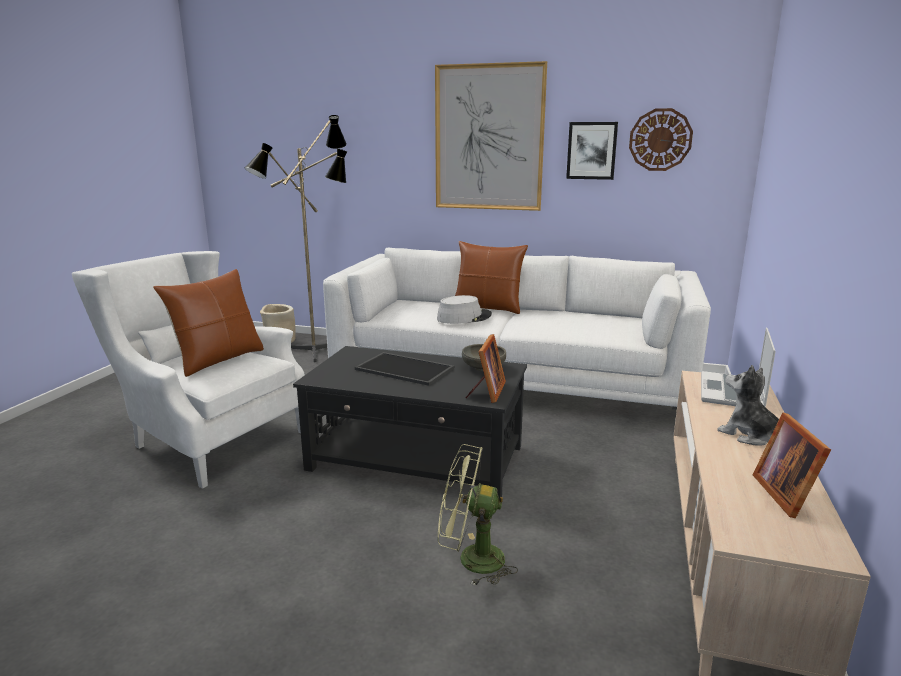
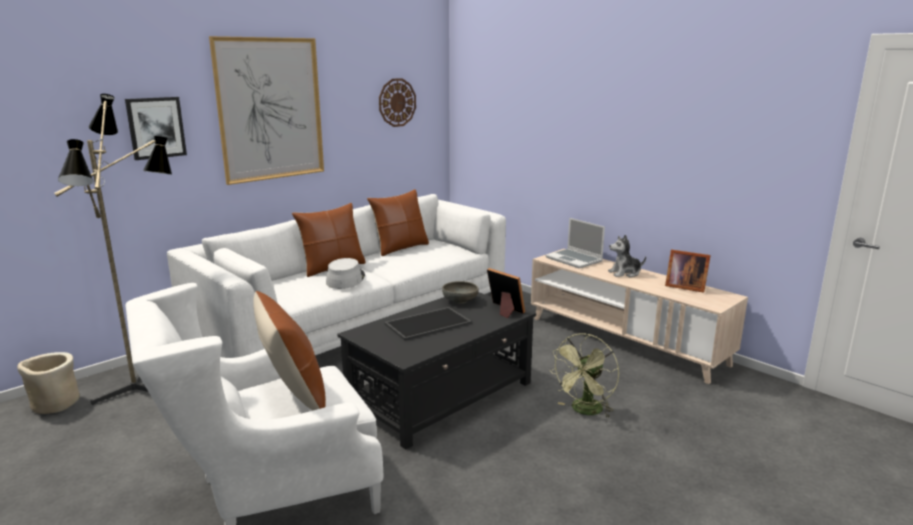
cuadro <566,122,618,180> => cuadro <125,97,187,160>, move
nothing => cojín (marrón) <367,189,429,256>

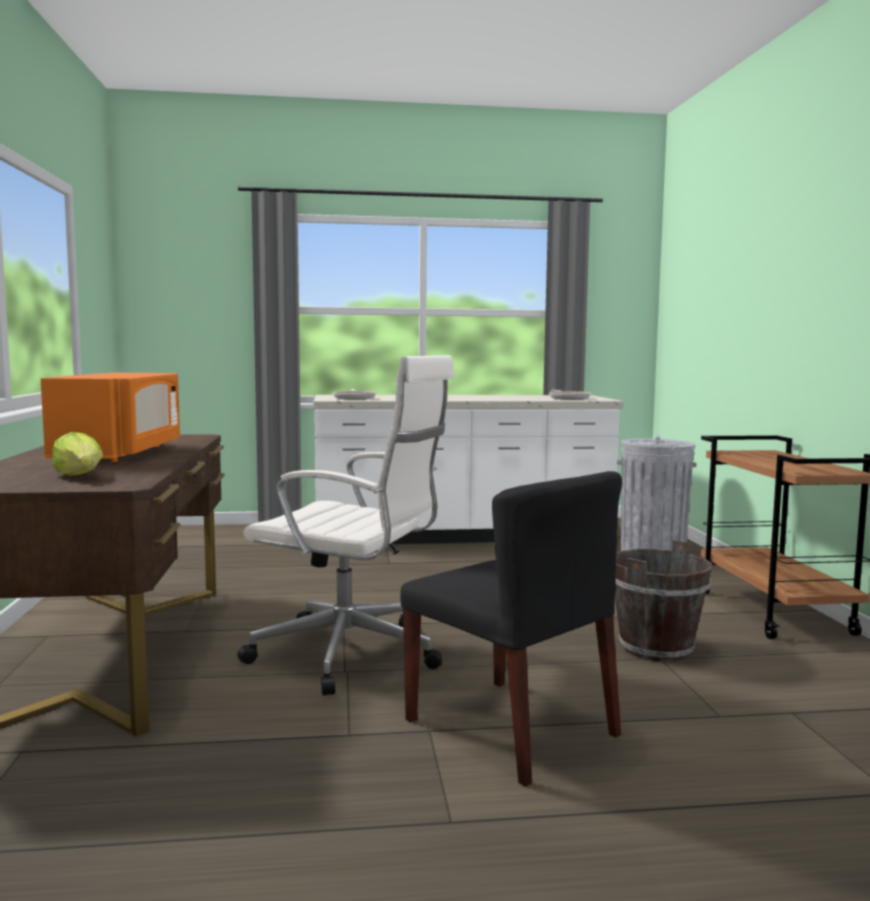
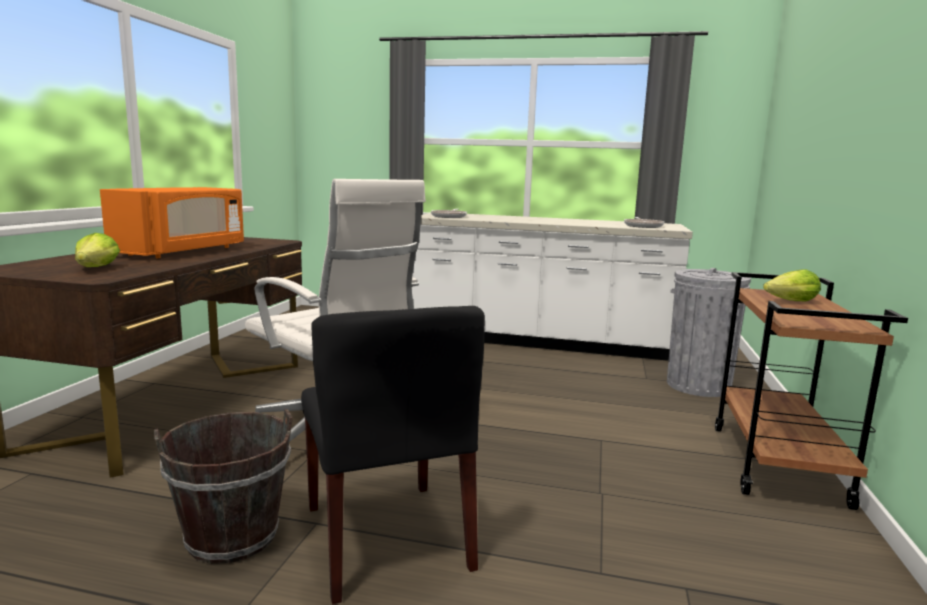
cubo (marrón) <615,540,712,662> => cubo (marrón) <154,409,293,564>, move
nothing => lechuga <763,269,821,302>

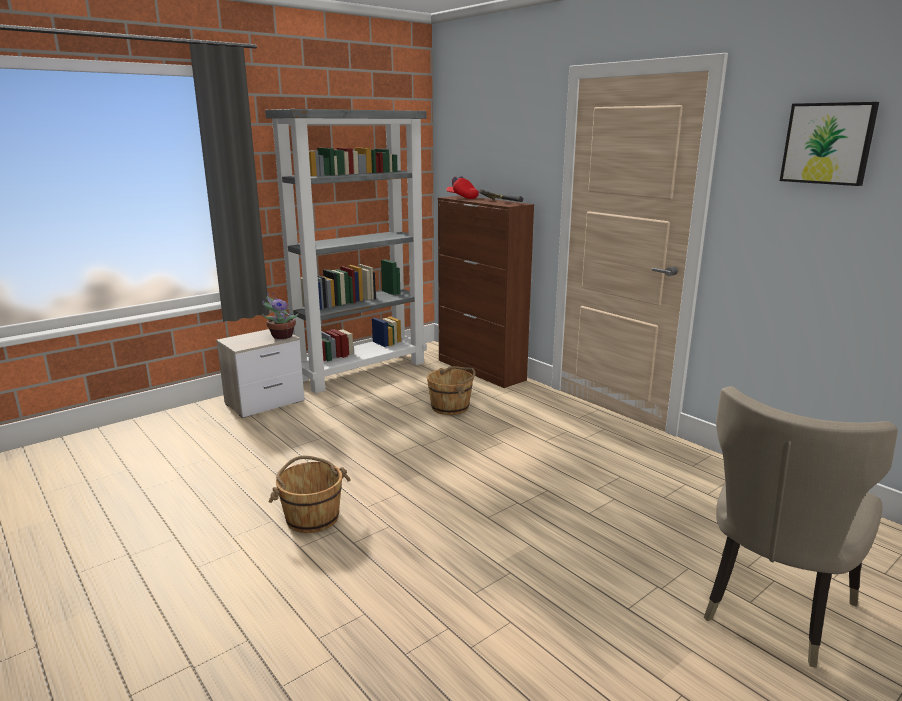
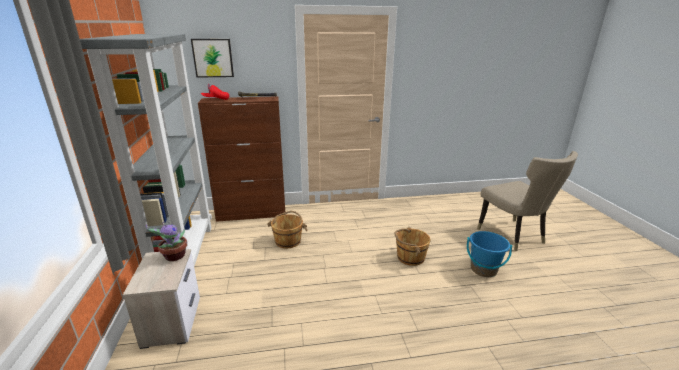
cuadro <780,102,879,186> => cuadro <191,39,234,78>, move
cubo (marrón) <269,456,351,533> => cubo (marrón) <394,227,431,266>, move
nothing => cubo (azul) <467,231,512,277>

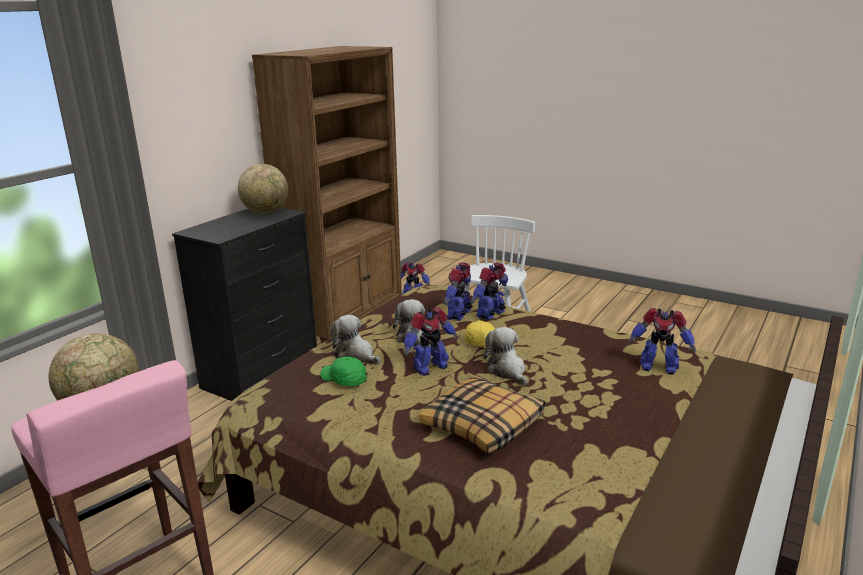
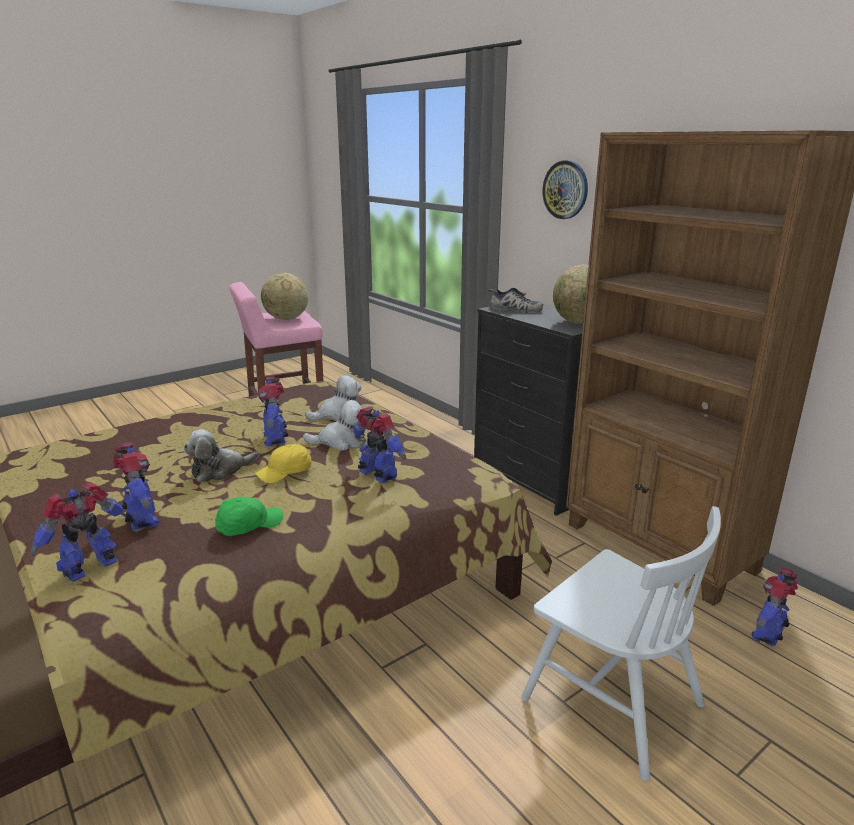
robot de juguete <471,263,508,320> => robot de juguete <113,442,159,530>, move
peluche <484,327,527,385> => peluche <184,429,259,483>, 150 degrees clockwise
gorra (verde) <321,356,367,386> => gorra (verde) <215,496,283,536>, move
nothing => zapato <488,288,543,313>
nothing => reloj de pared <542,160,588,219>
cojín <419,376,545,454> => nothing

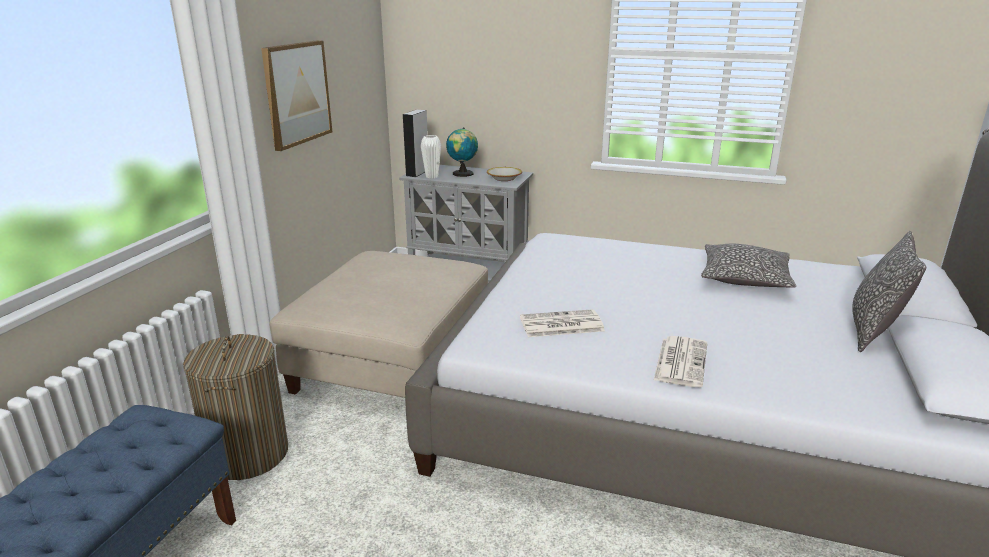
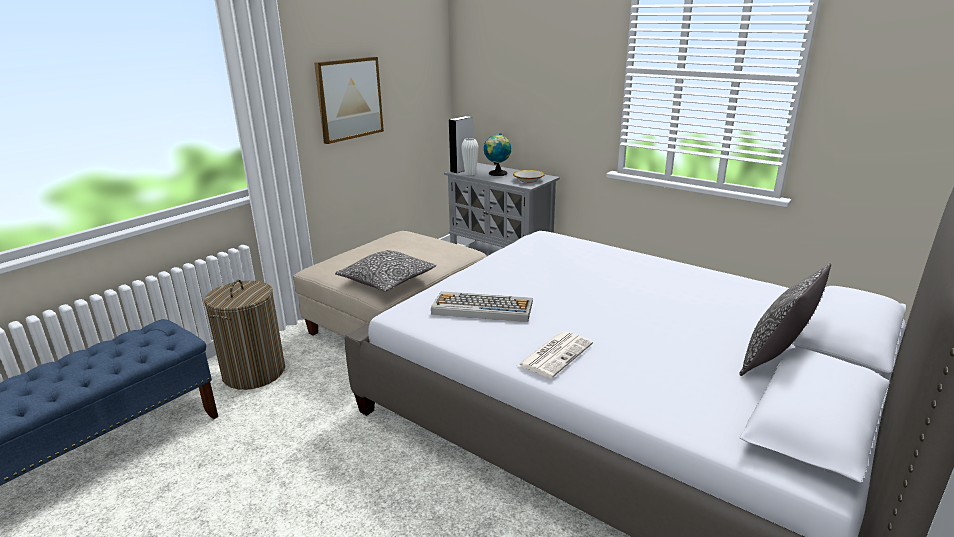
cojín <701,244,796,288> => cojín <335,250,437,291>, move
periódico <520,309,605,337> => teclado <431,291,533,322>

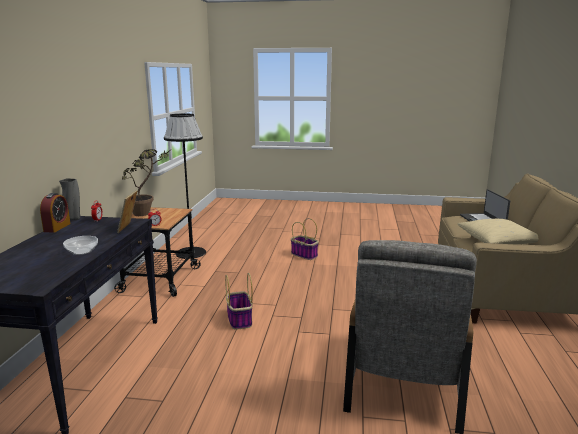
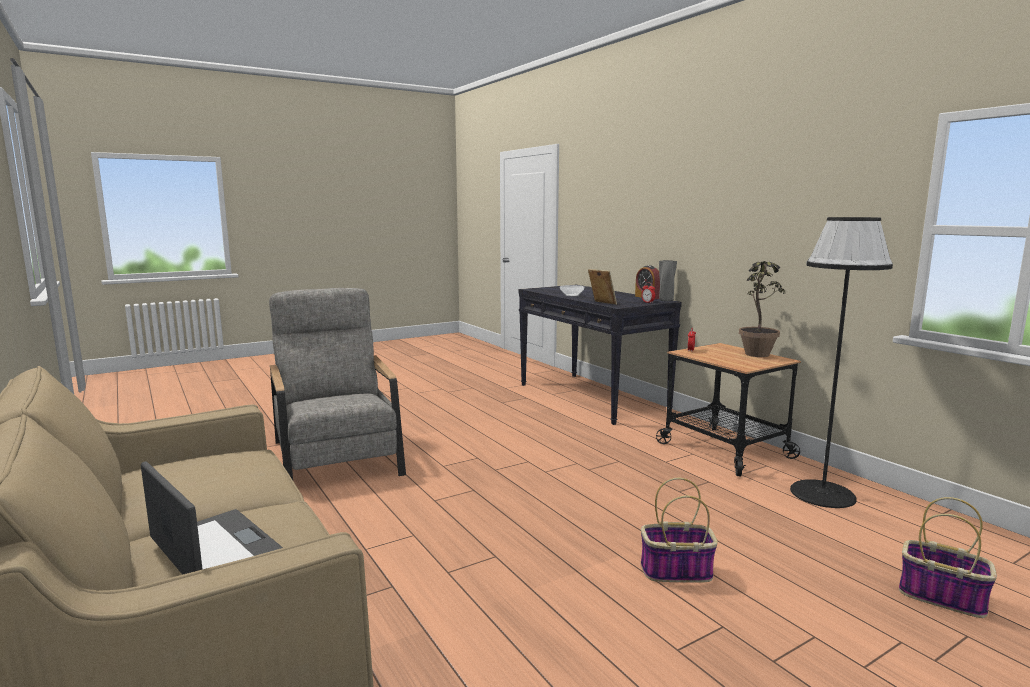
cesta <225,273,253,330> => cesta <899,497,997,618>, move
cojín (beis) <457,219,538,245> => nothing

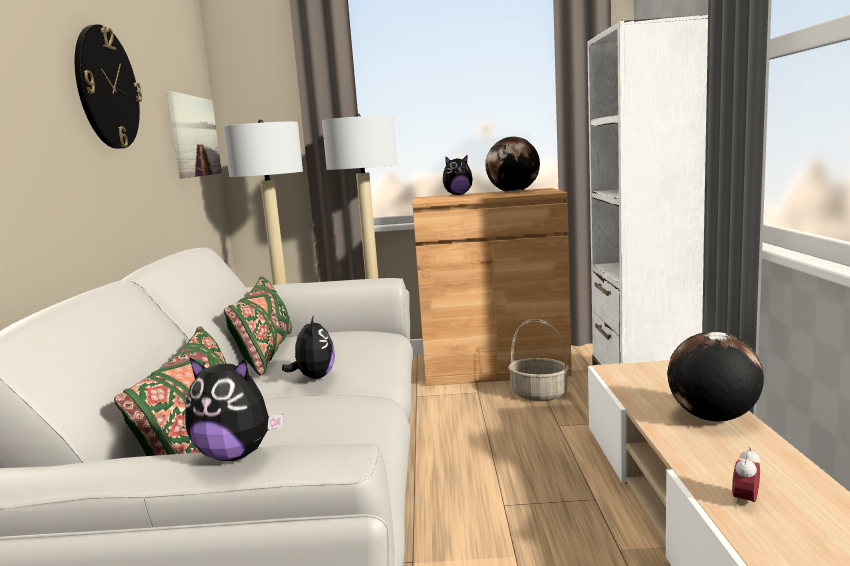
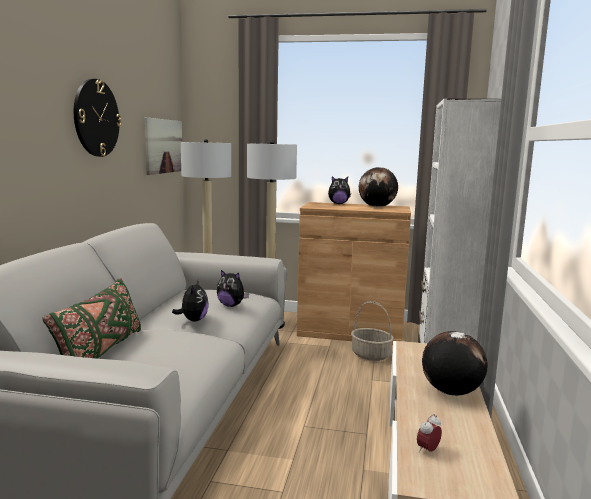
peluche <185,357,283,461> => peluche <217,270,249,307>, move
cojín (verde) <224,276,292,376> => nothing

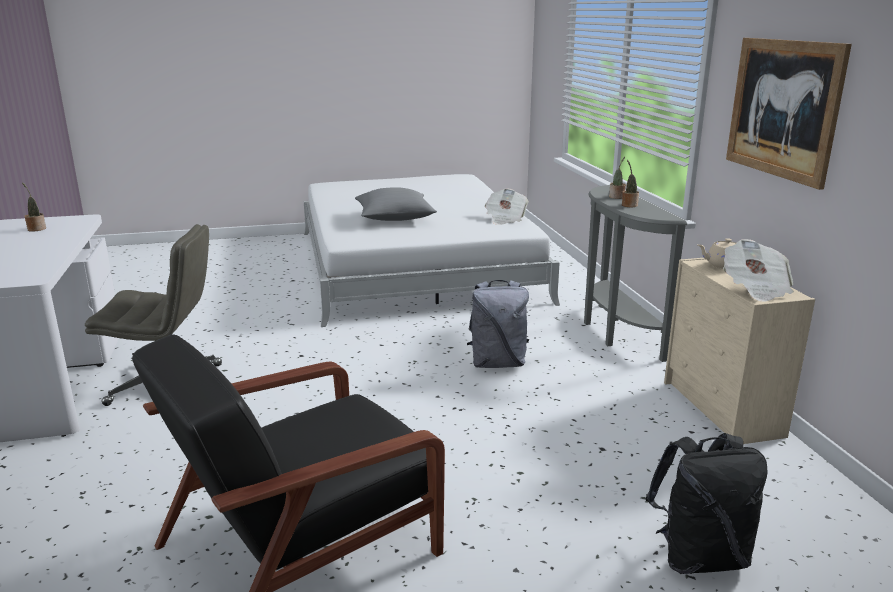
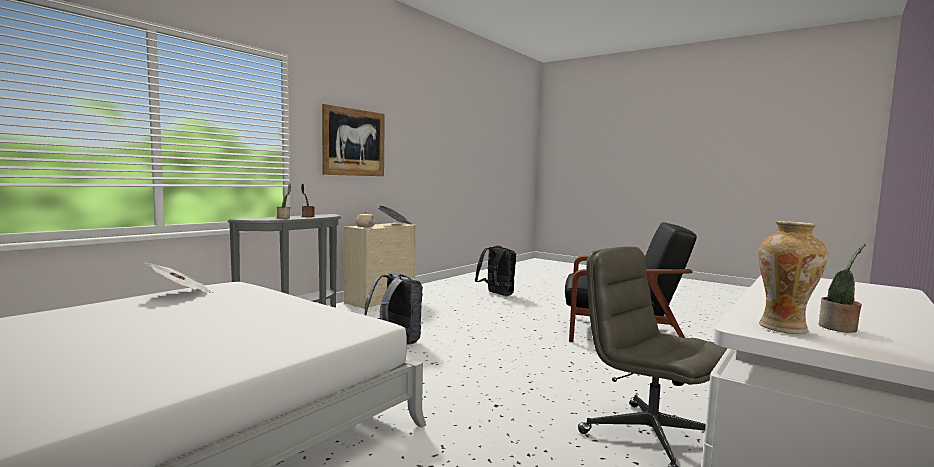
nothing => florero <758,221,828,334>
cojín (gris) <355,187,437,221> => nothing

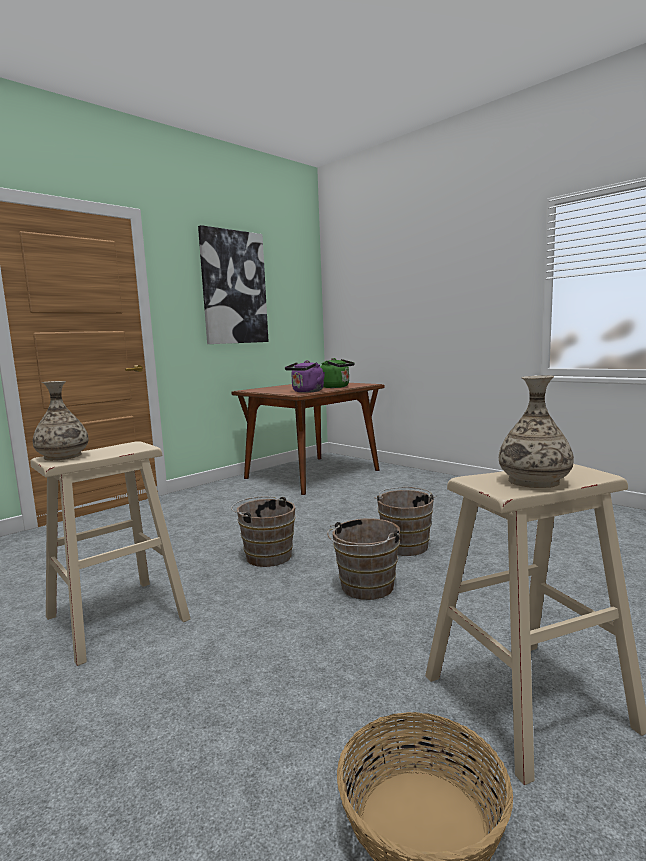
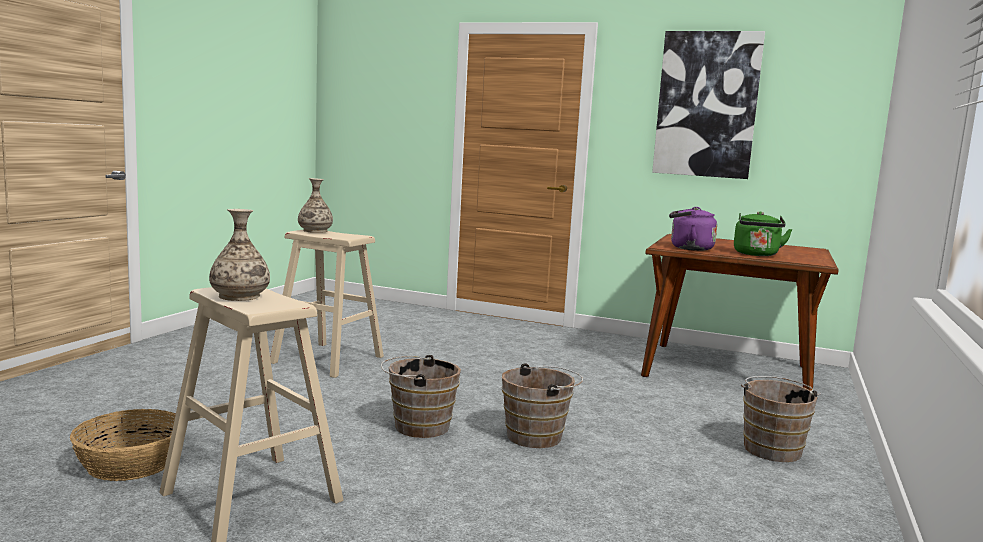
cubo (marrón) <231,496,295,567> => cubo (marrón) <741,376,821,462>, move

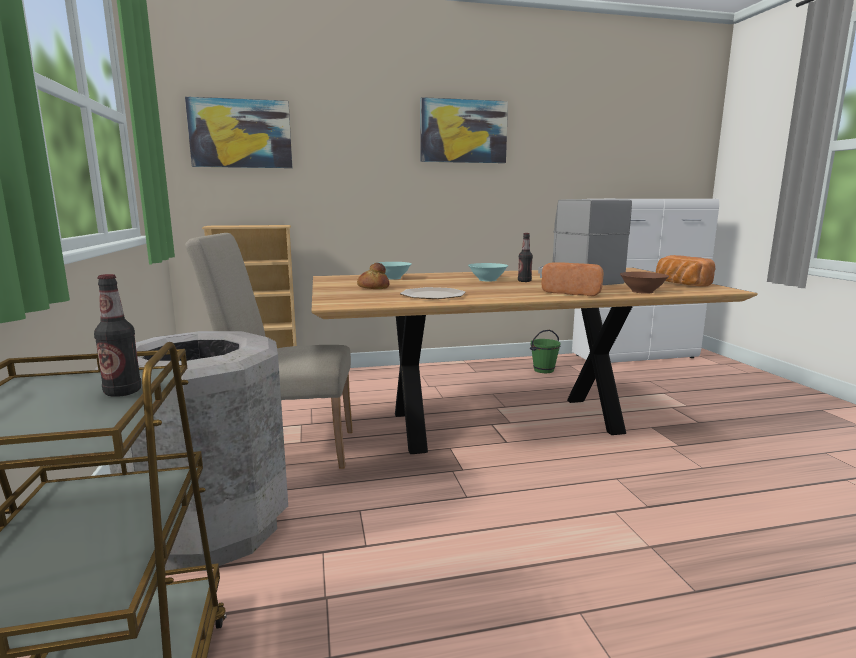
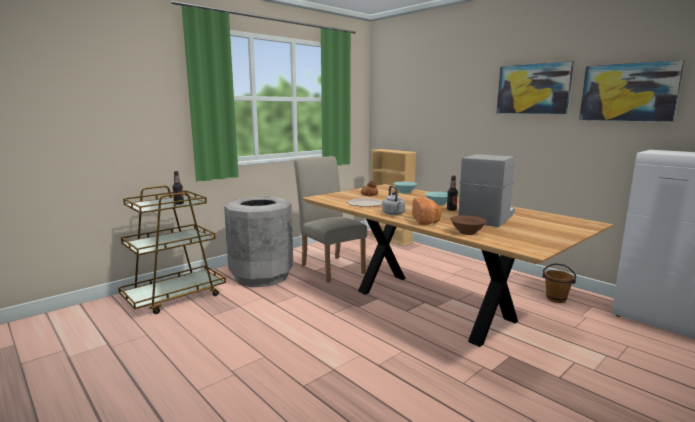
nothing => hervidor (gris) <382,185,405,215>
cubo (verde) <530,330,561,373> => cubo (marrón) <542,263,576,303>
cuadro <185,97,292,168> => cuadro <579,60,684,122>, move
pan <656,255,716,287> => nothing

